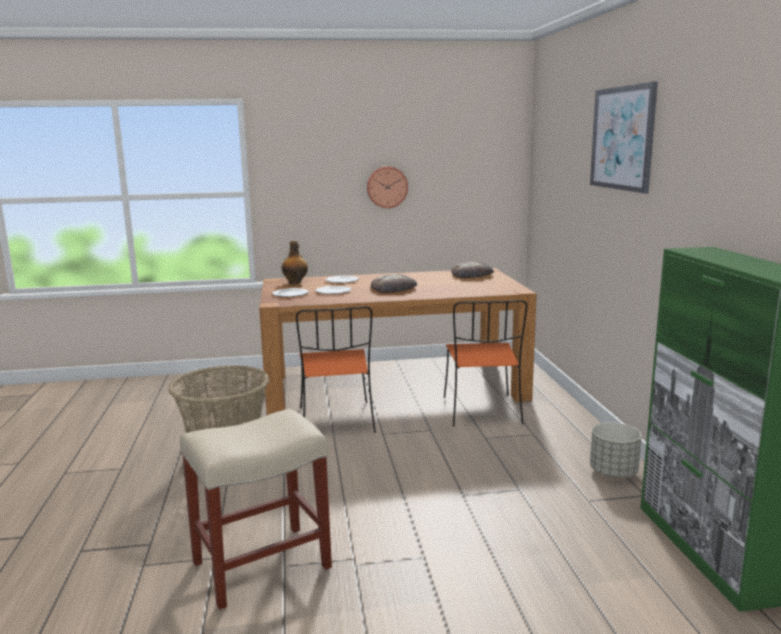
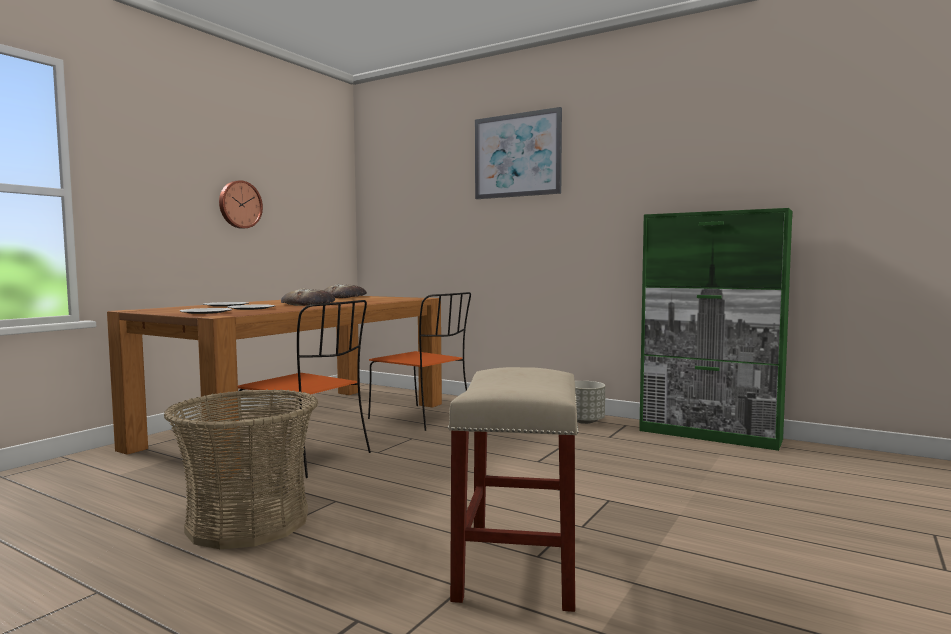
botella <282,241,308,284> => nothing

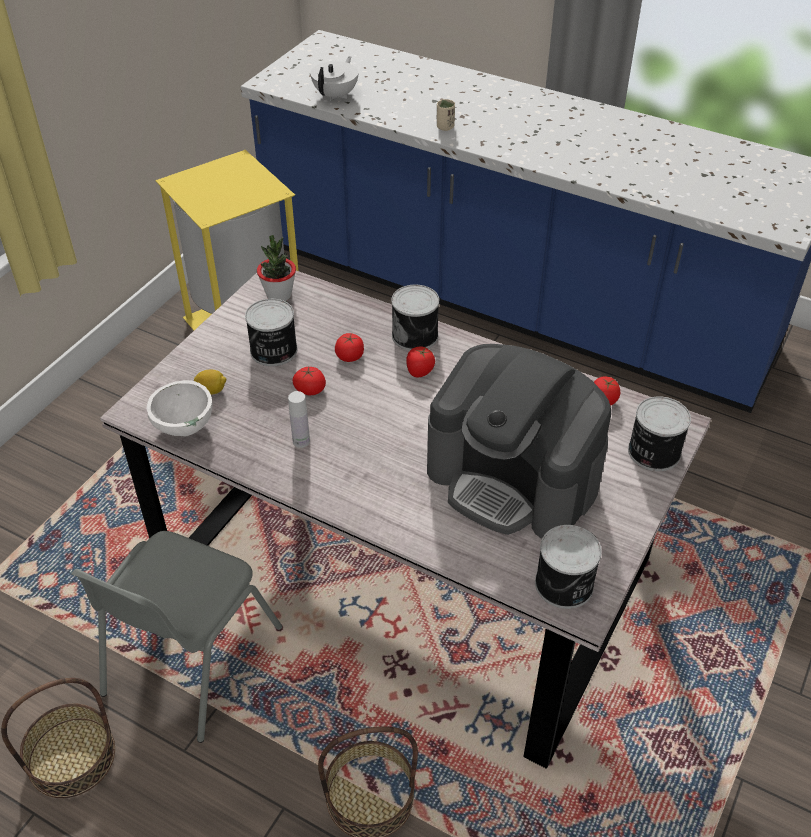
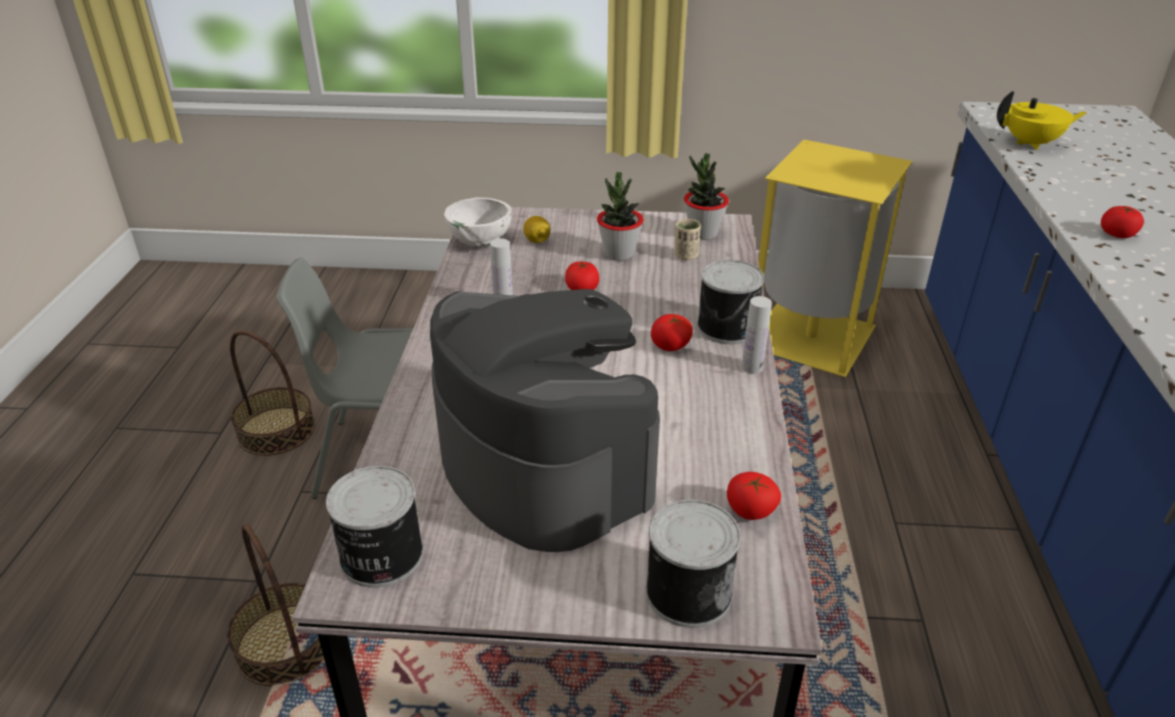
cafetera <427,344,611,539> => cafetera <430,289,660,552>, 135 degrees clockwise
lata <245,299,298,366> => planta en maceta <597,172,644,261>
taza (beis) <437,99,455,131> => taza (beis) <674,219,701,260>, move
nothing => botella (blanco) <742,296,772,374>
tetera (blanco) <310,56,358,101> => tetera (amarillo) <997,91,1087,150>
tomate <335,333,364,362> => tomate <1101,206,1144,238>, move

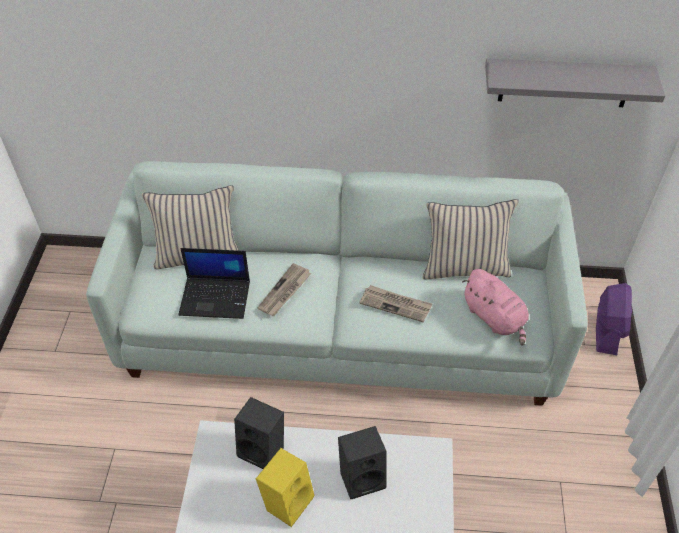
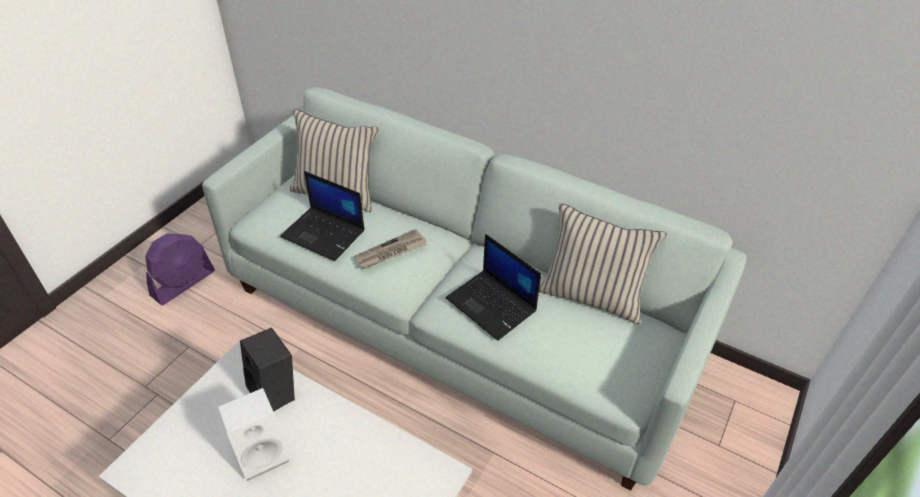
ventilador (morado) <596,283,632,355> => ventilador (morado) <145,233,215,305>, move
altavoz (amarillo) <256,448,315,527> => altavoz (blanco) <218,388,290,481>
periódico <360,285,432,322> => portátil <445,234,541,341>
altavoz (negro) <338,426,387,499> => nothing
peluche (rosa) <462,269,529,346> => nothing
estante (gris) <485,58,665,107> => nothing

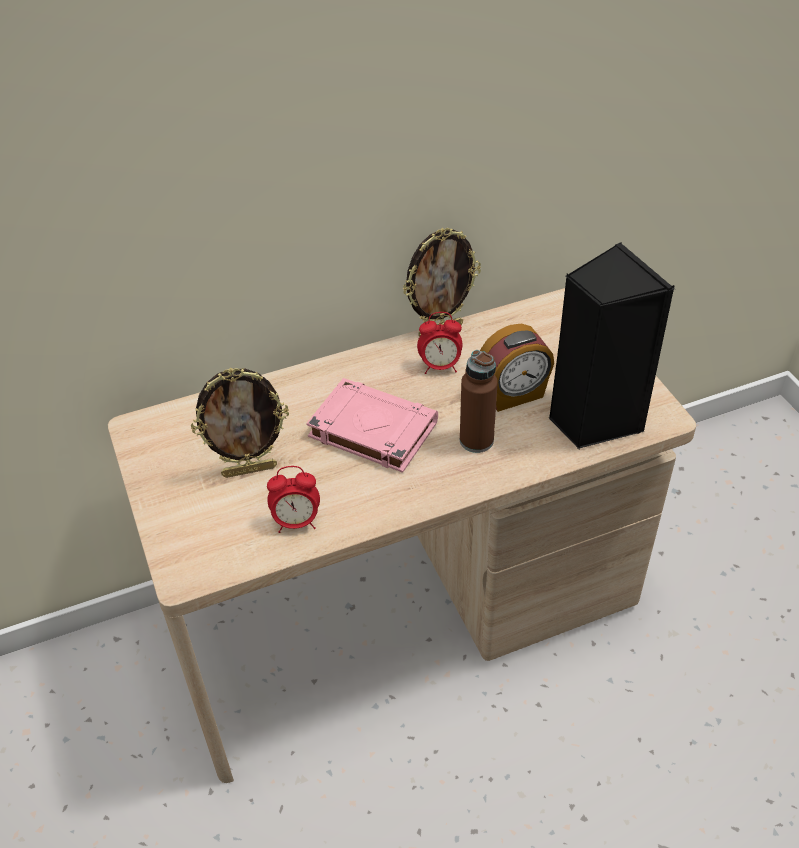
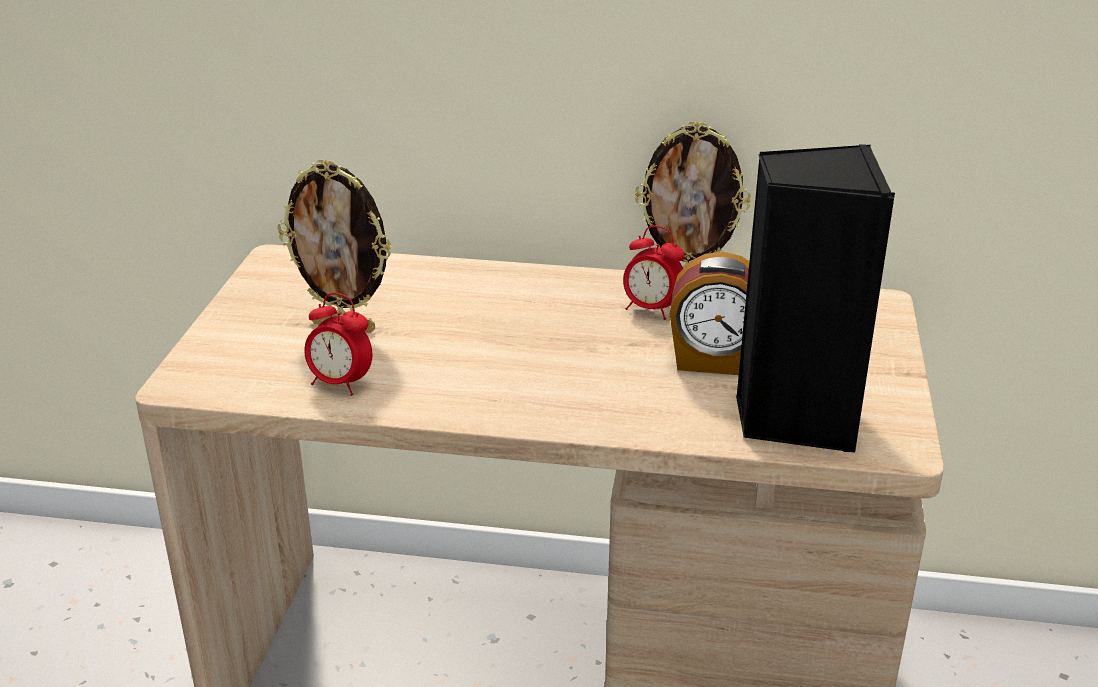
libro (rosa) <306,378,438,473> => nothing
botella (marrón) <460,350,498,453> => nothing

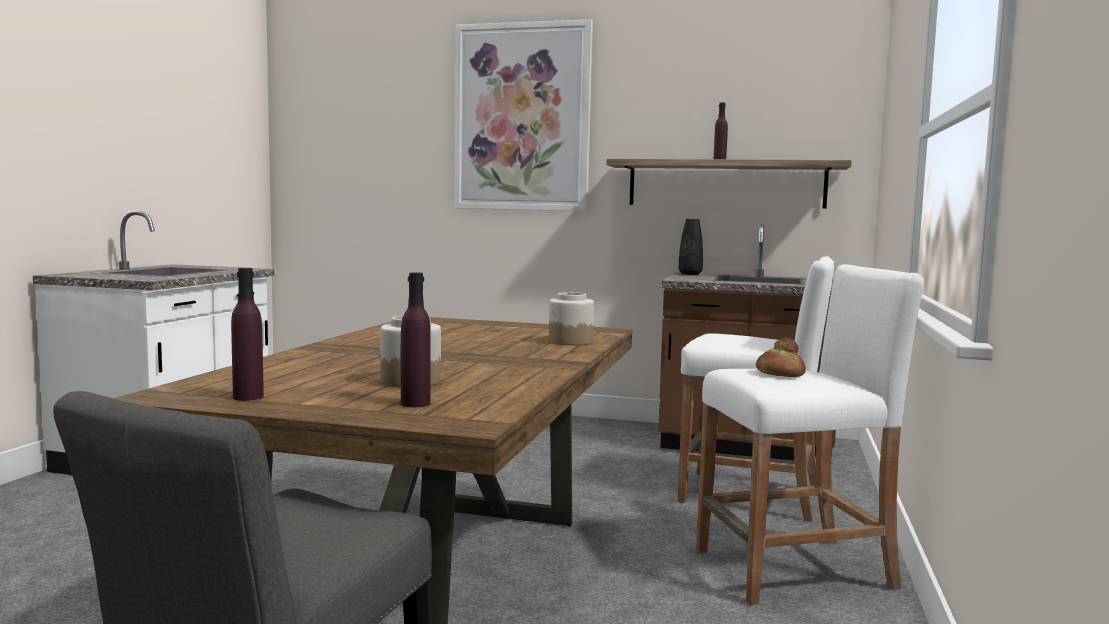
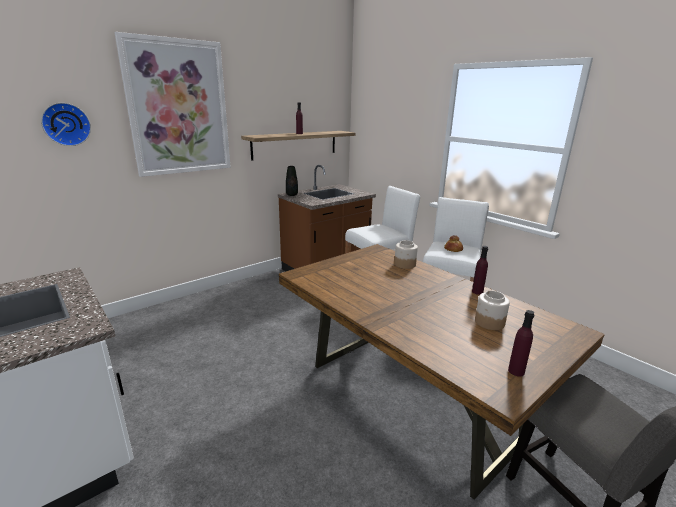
nothing => reloj de pared <41,103,91,146>
botella (morado) <401,272,431,407> => botella (morado) <472,246,488,295>, move

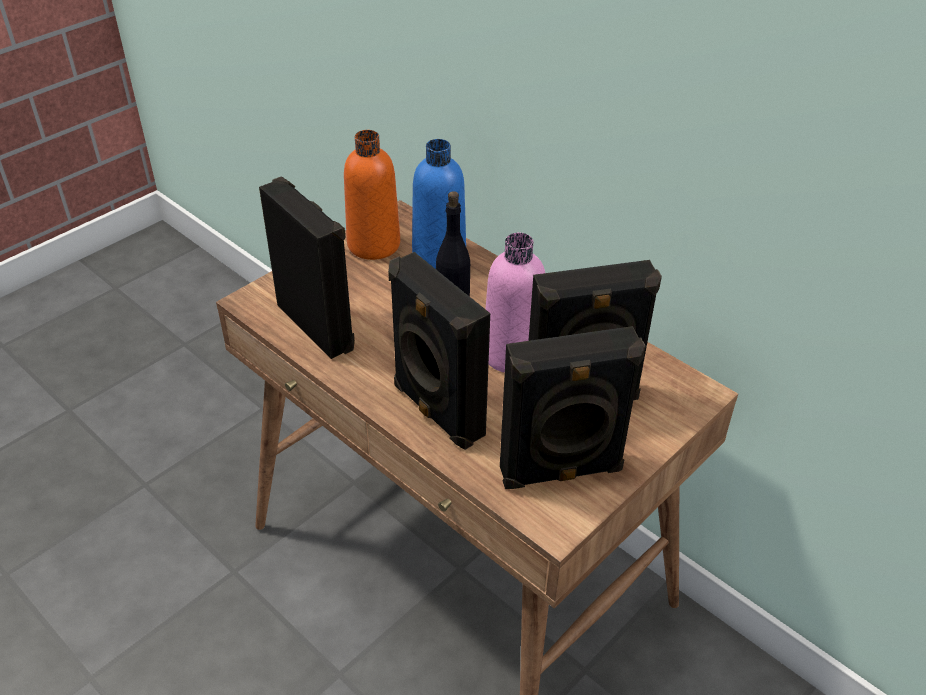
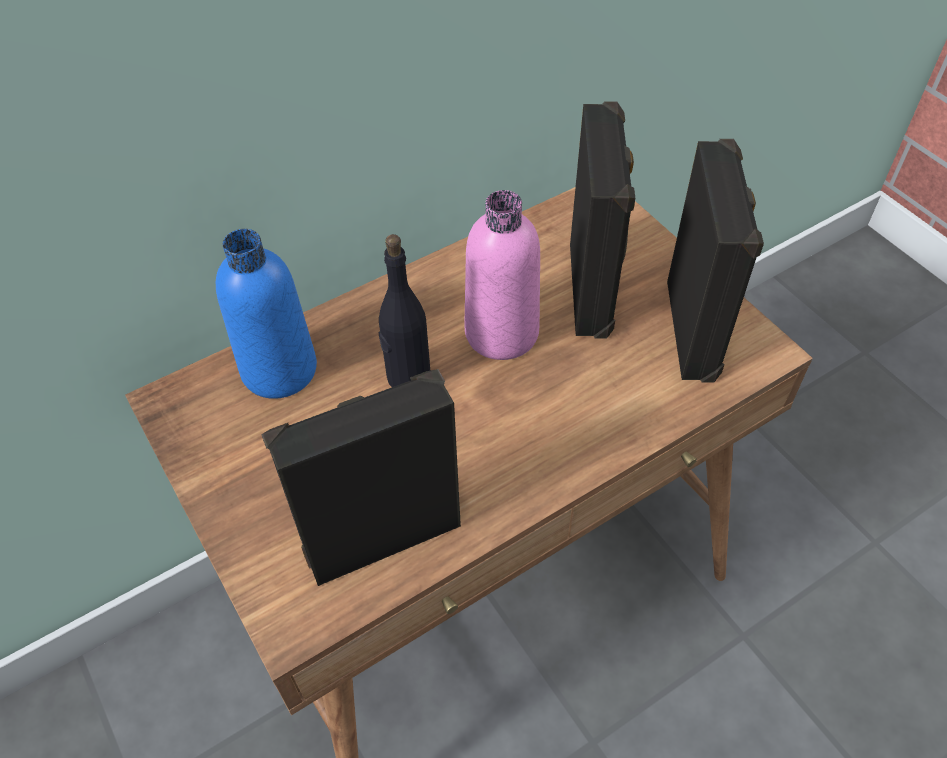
botella (naranja) <344,130,400,260> => nothing
altavoz (negro) <388,252,490,450> => nothing

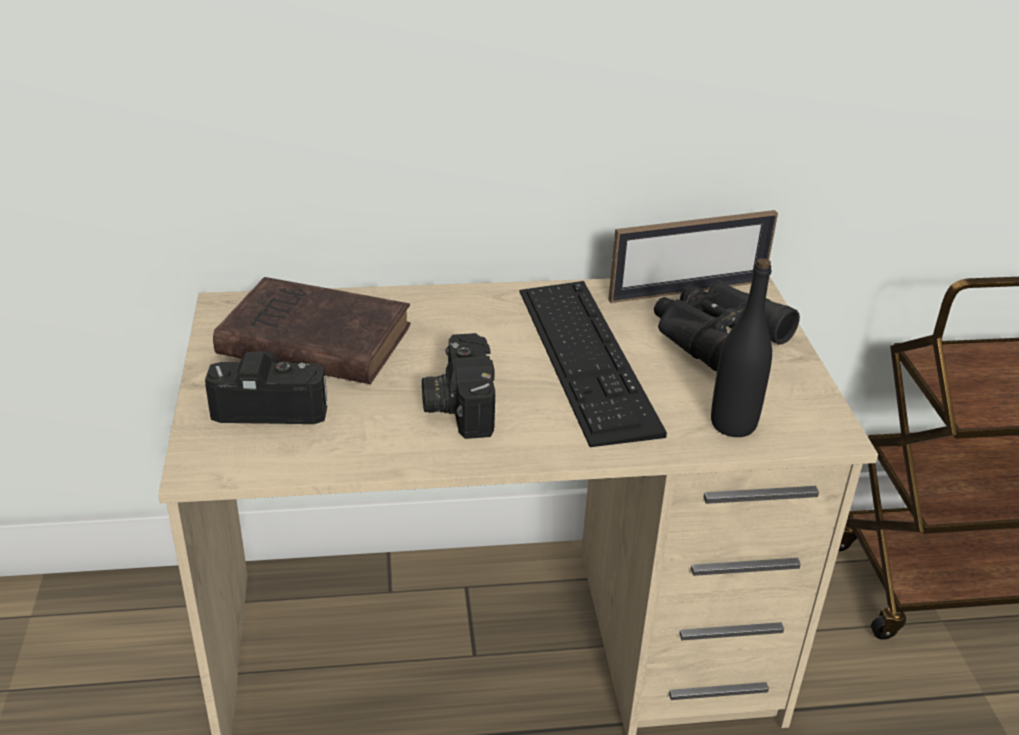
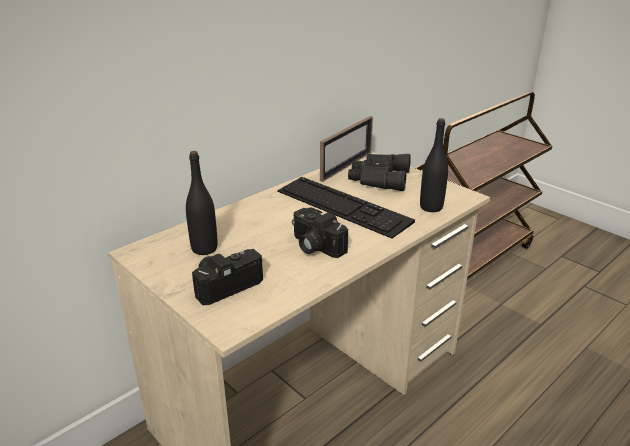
libro (marrón) <213,277,411,384> => botella (negro) <186,151,218,255>

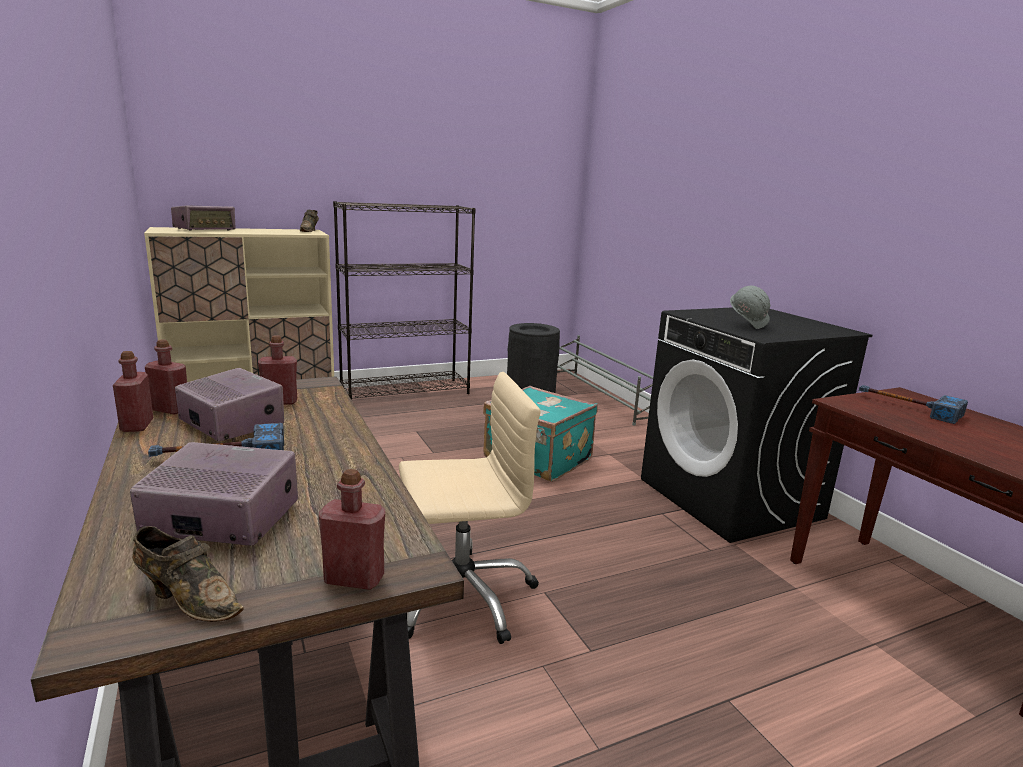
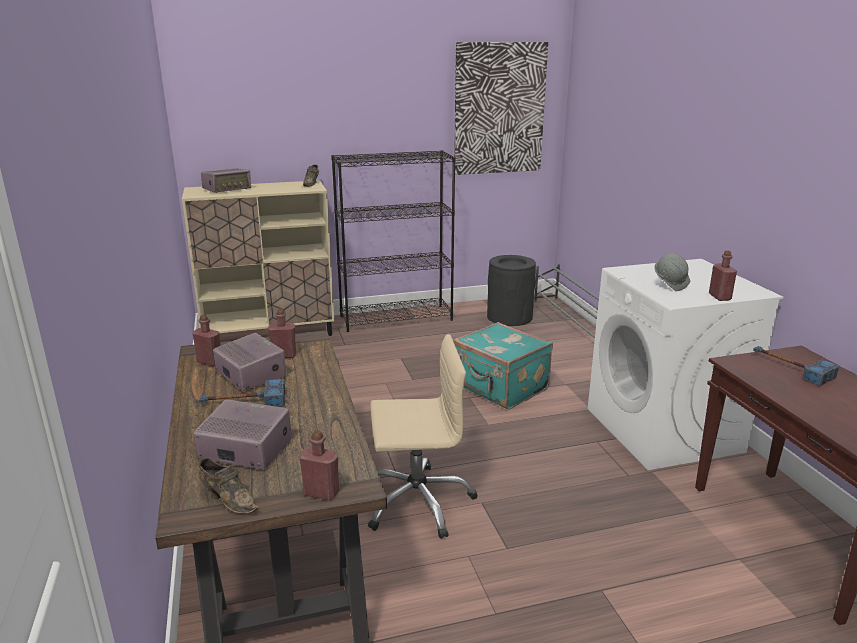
nothing => cuadro <454,42,548,175>
lavadora (negro) <641,307,872,543> => lavadora (blanco) <588,259,783,470>
botella (rojo) <113,351,154,432> => botella (rojo) <709,251,737,301>, move

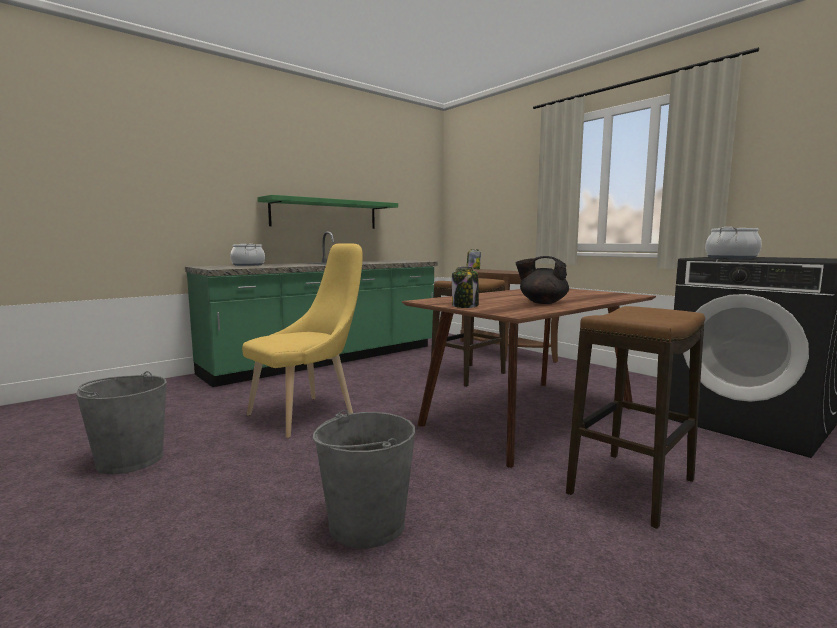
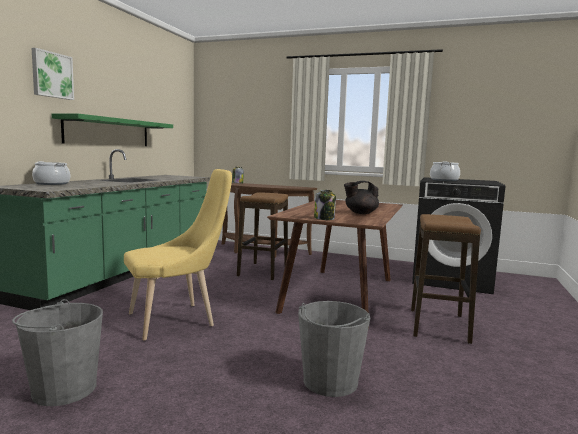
nothing => cuadro <32,48,74,100>
silla (amarillo) <242,243,363,438> => silla (amarillo) <124,169,232,341>, 45 degrees clockwise

